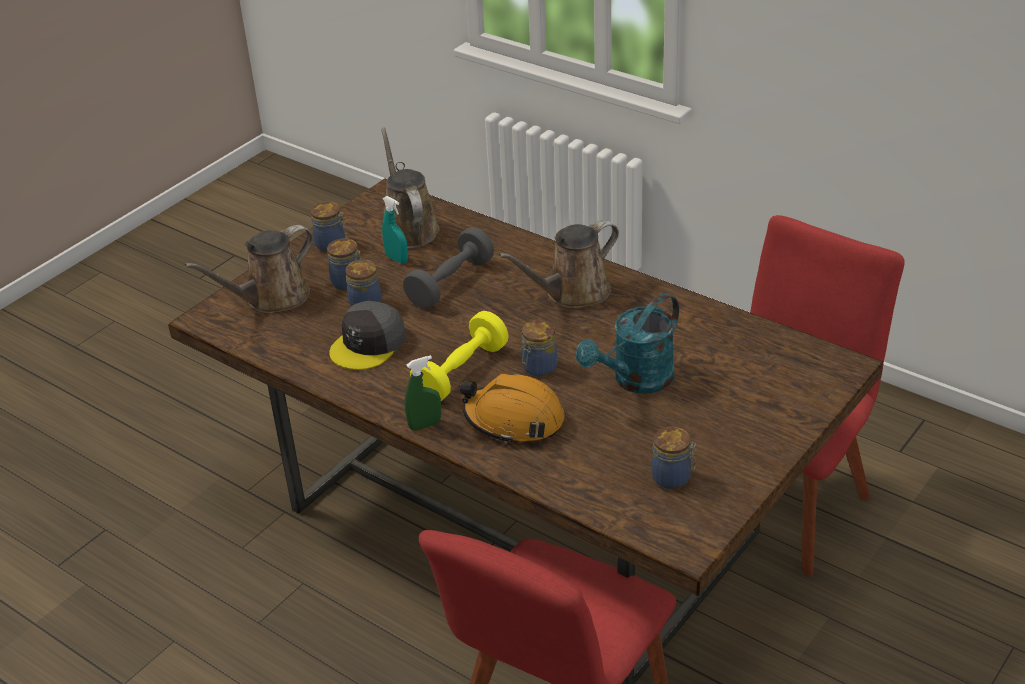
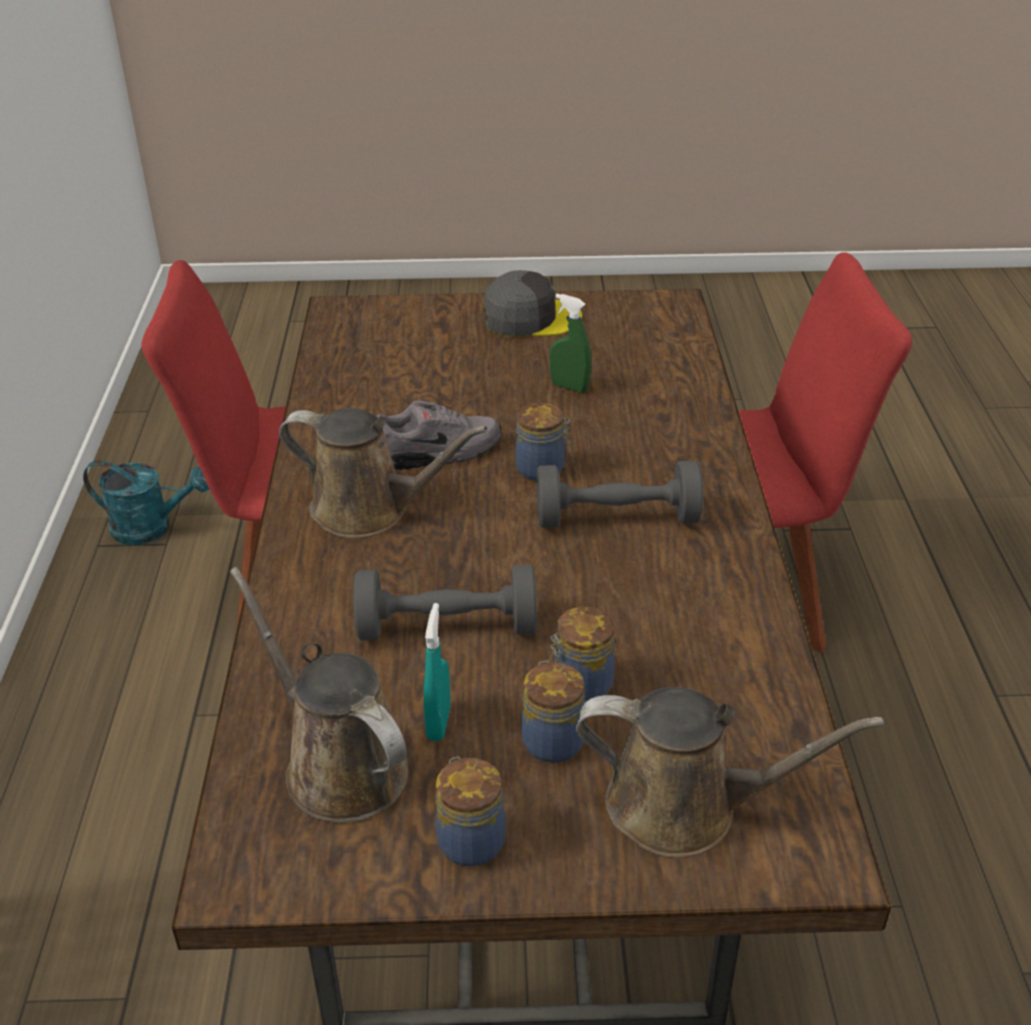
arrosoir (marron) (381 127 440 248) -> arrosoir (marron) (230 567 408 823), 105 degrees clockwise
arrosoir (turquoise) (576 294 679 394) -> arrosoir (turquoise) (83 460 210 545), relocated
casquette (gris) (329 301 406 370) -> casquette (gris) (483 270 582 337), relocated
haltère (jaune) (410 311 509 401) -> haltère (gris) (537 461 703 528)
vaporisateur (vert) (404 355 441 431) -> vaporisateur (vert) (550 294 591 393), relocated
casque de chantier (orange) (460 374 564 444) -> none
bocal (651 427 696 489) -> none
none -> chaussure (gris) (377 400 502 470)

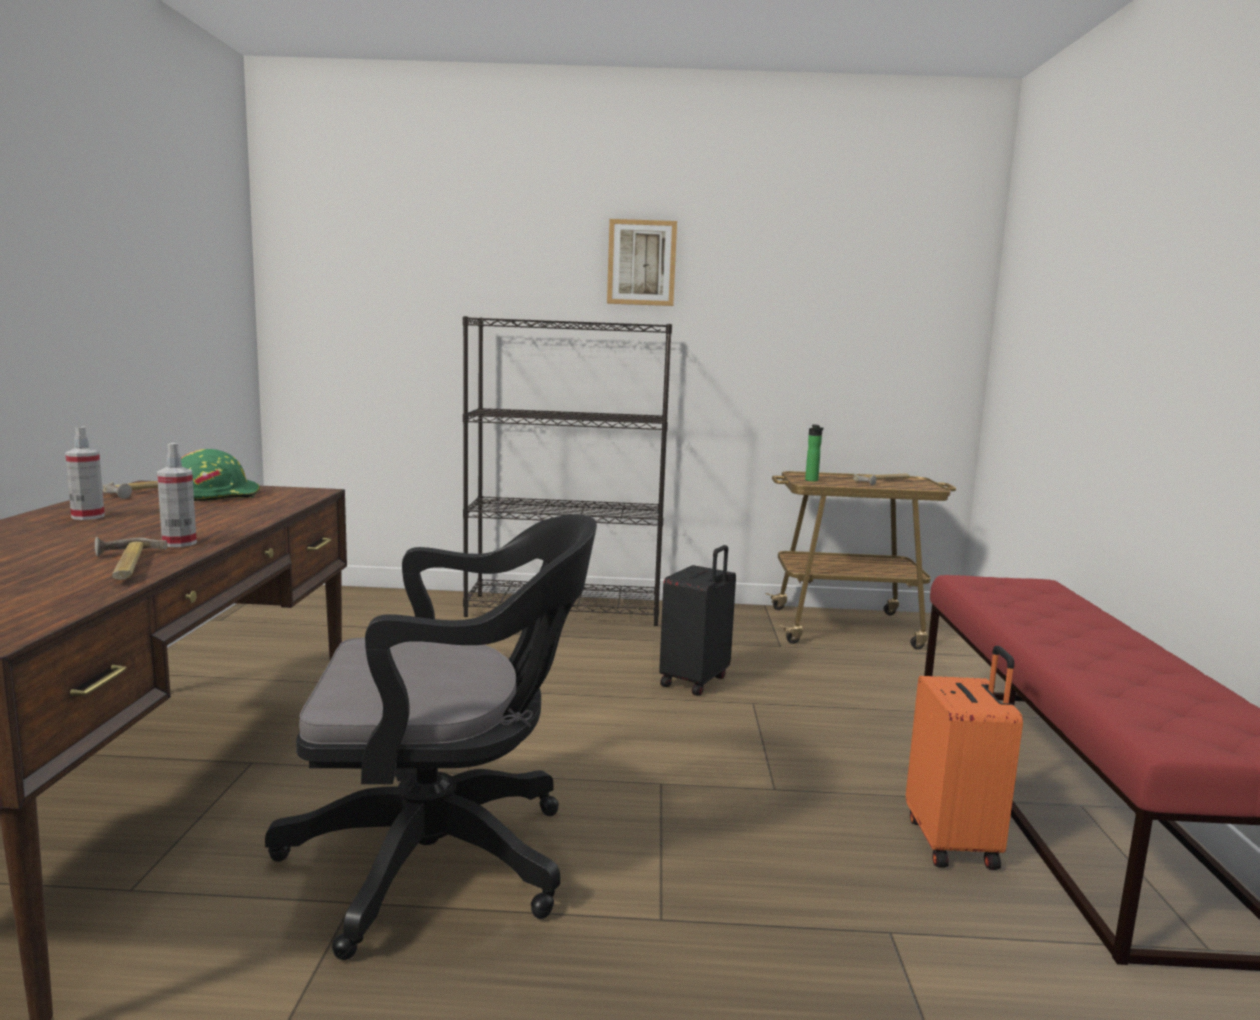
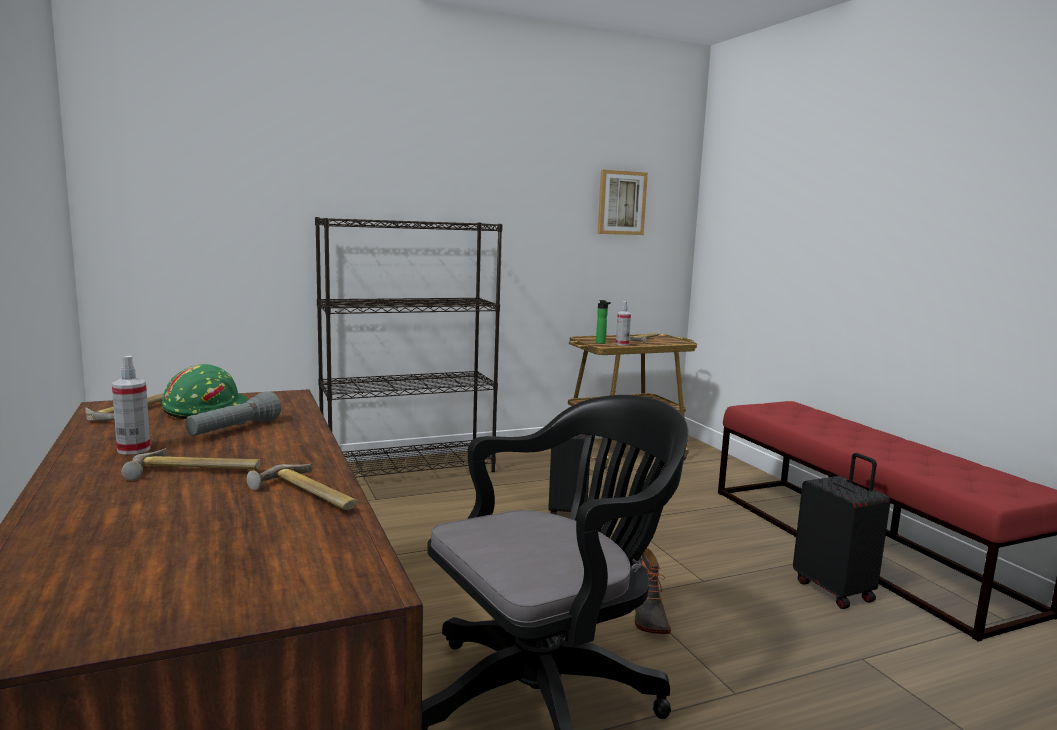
tableau (607 219 677 306) -> tableau (597 170 648 235), relocated
vaporisateur (157 443 197 547) -> vaporisateur (616 301 631 346), relocated
valise (orange) (906 646 1023 870) -> valise (noir) (793 453 890 609)
none -> lampe de poche (gris) (185 391 281 436)
none -> marteau (121 448 260 481)
none -> botte (634 548 671 634)

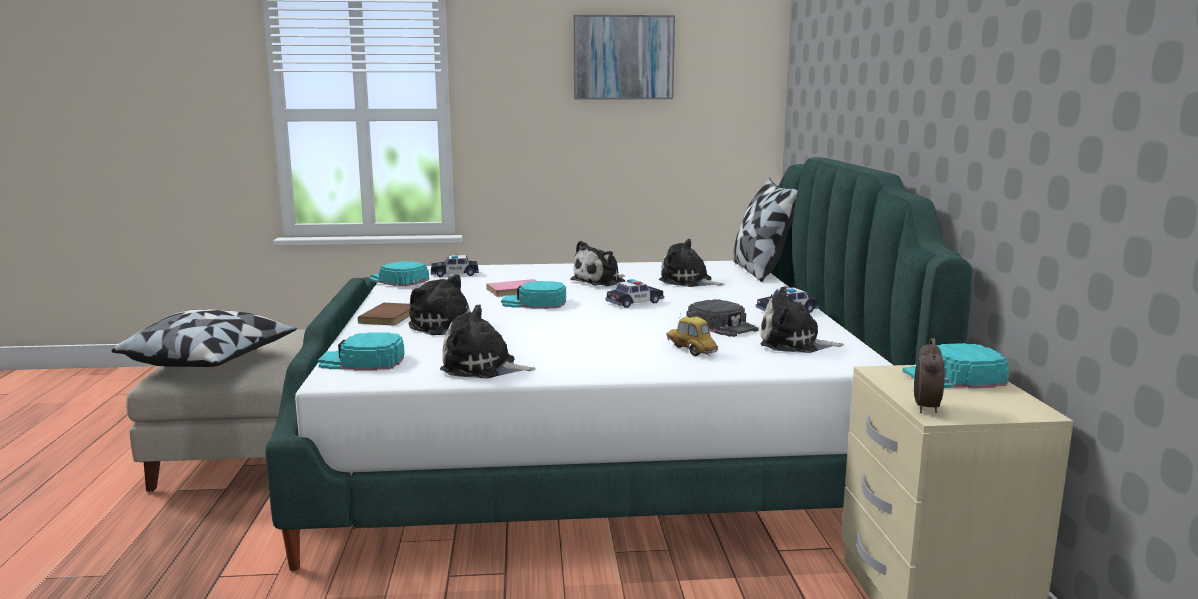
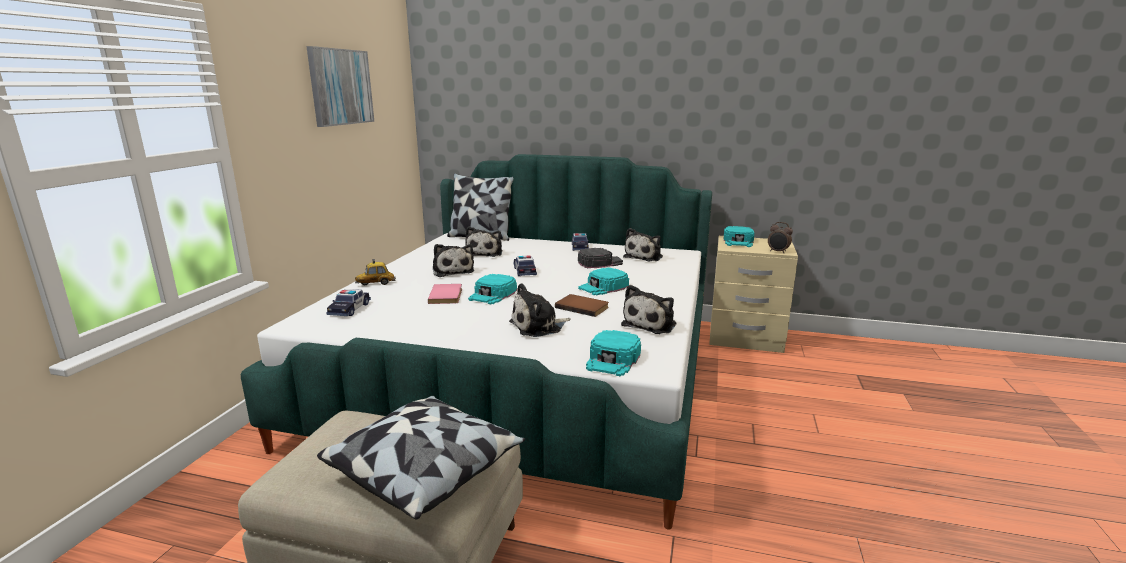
peluche (659 239 725 287) -> peluche (465 227 502 257), 45 degrees counterclockwise
casquette (turquoise) (369 261 429 287) -> casquette (turquoise) (578 268 629 296), relocated
livre (marron) (358 303 410 325) -> livre (marron) (555 294 609 317), relocated
petite voiture (666 311 718 356) -> petite voiture (355 259 396 285), relocated

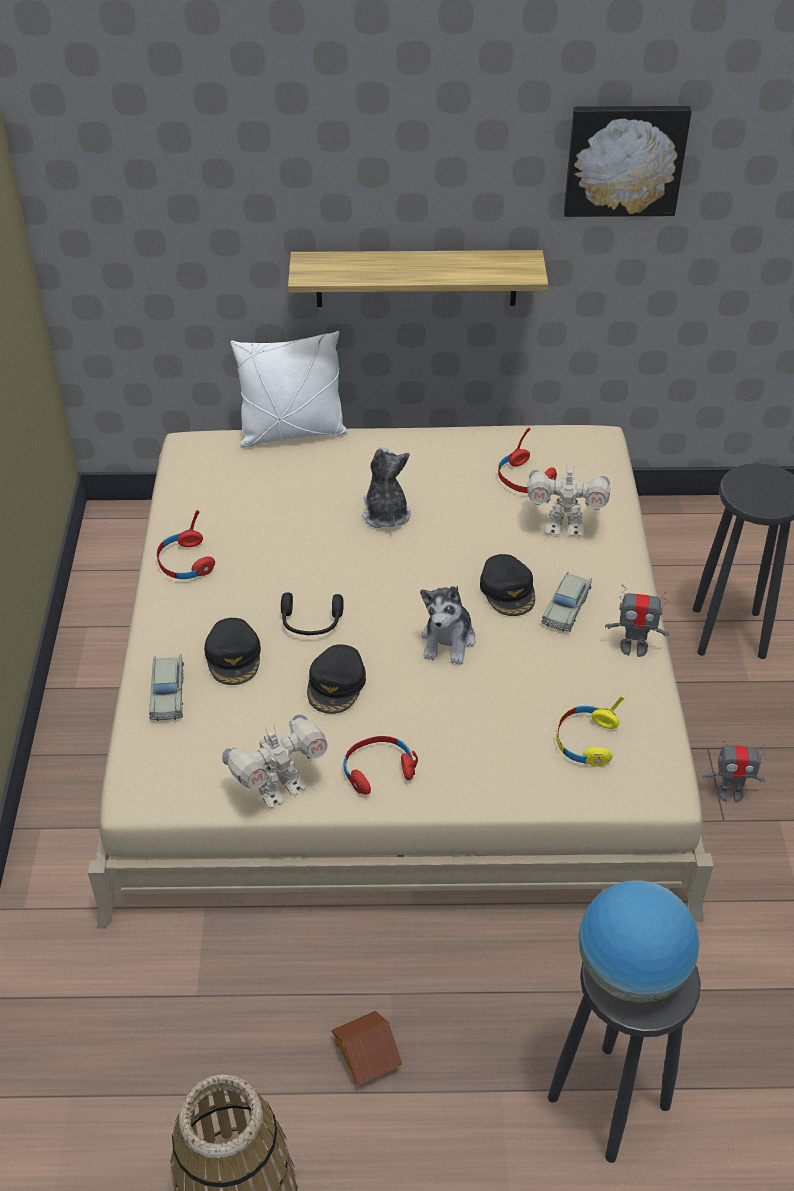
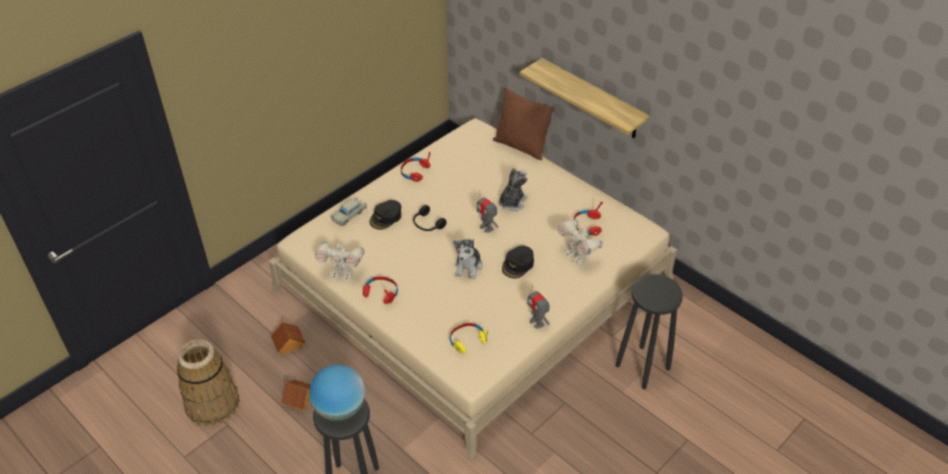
tableau (564 106 692 217) -> none
coussin (blanc) (231 331 348 448) -> coussin (marron) (493 87 555 160)
petite voiture (beige) (542 571 592 632) -> none
peluche (420 586 476 665) -> peluche (453 238 483 279), 45 degrees counterclockwise
casquette (noir) (307 645 366 714) -> none
robot jouet (703 740 767 803) -> robot jouet (477 190 498 233), relocated
none -> maison miniature (271 322 305 355)

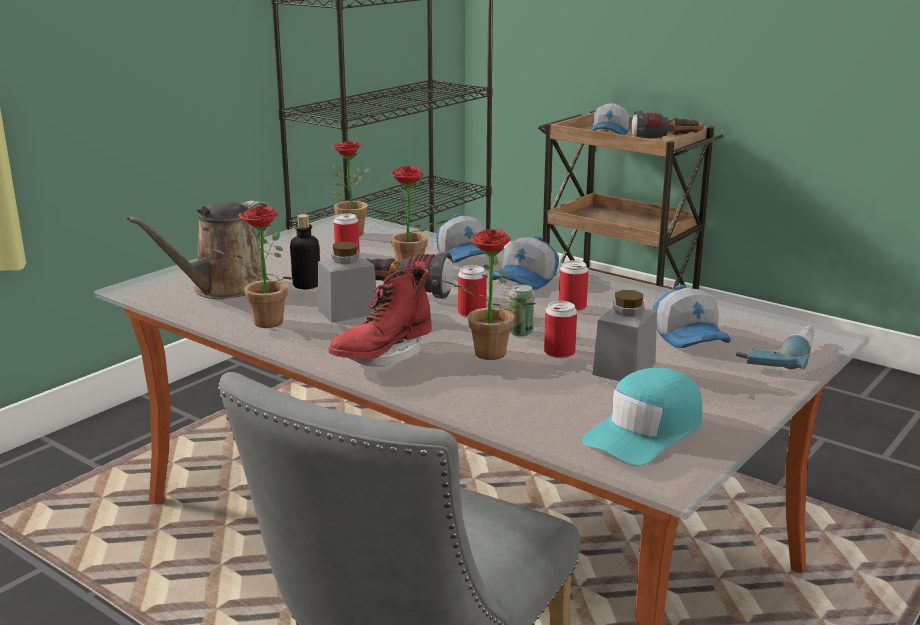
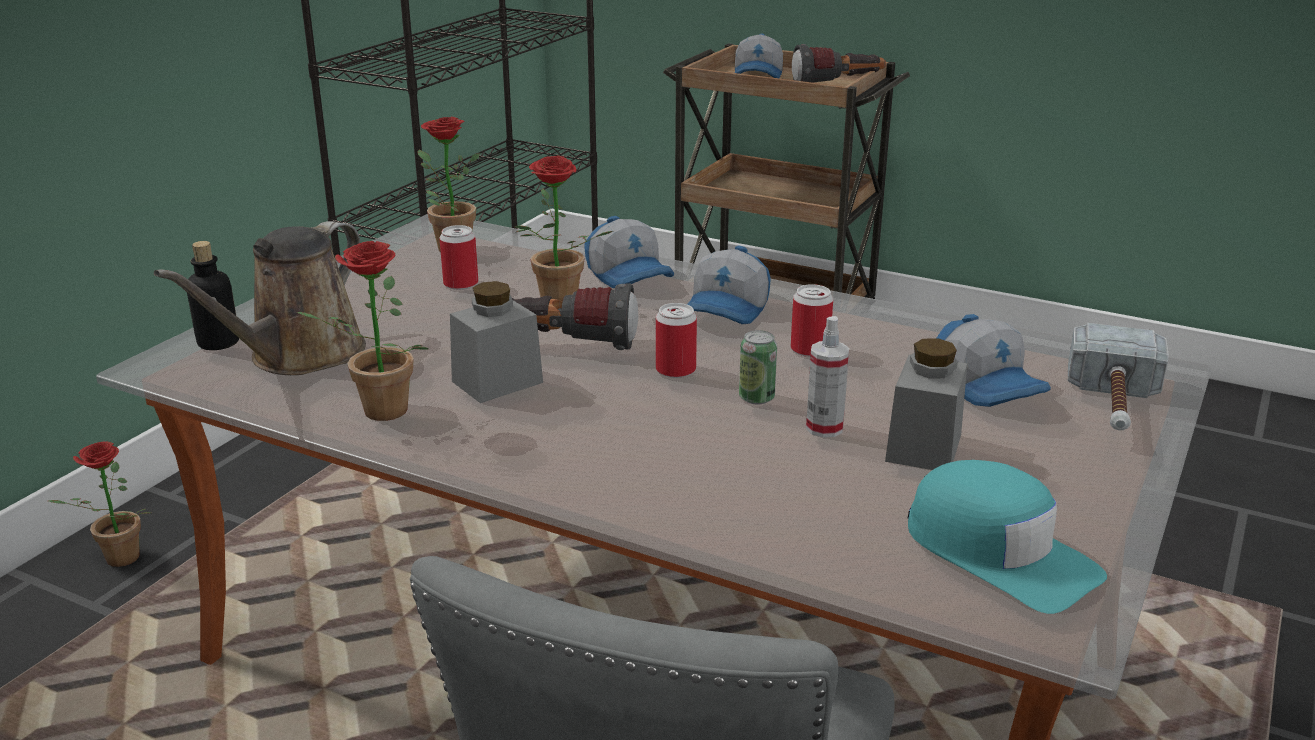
bouteille (290 214 320 289) -> bouteille (187 241 239 350), relocated
plante en pot (441 229 536 360) -> plante en pot (49 441 151 567), relocated
botte (rouge) (328 261 432 367) -> none
boîte métallique (544 301 577 358) -> vaporisateur (806 316 849 438)
perceuse (736 325 814 369) -> marteau (1068 323 1169 430)
casquette (turquoise) (581 368 702 466) -> casquette (turquoise) (908 460 1107 614), 75 degrees counterclockwise

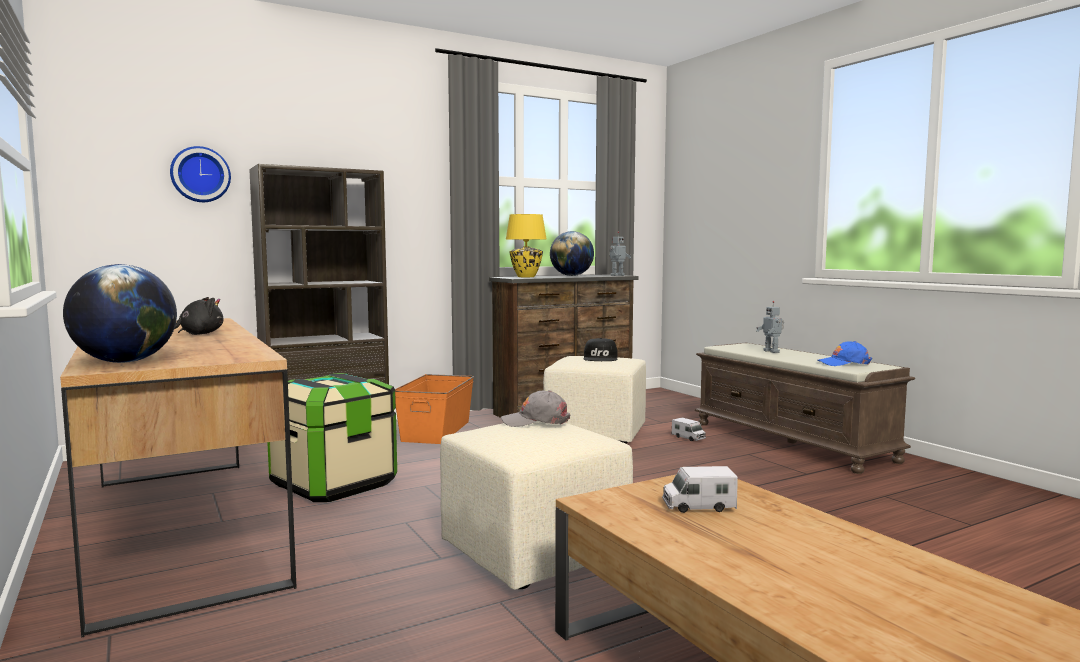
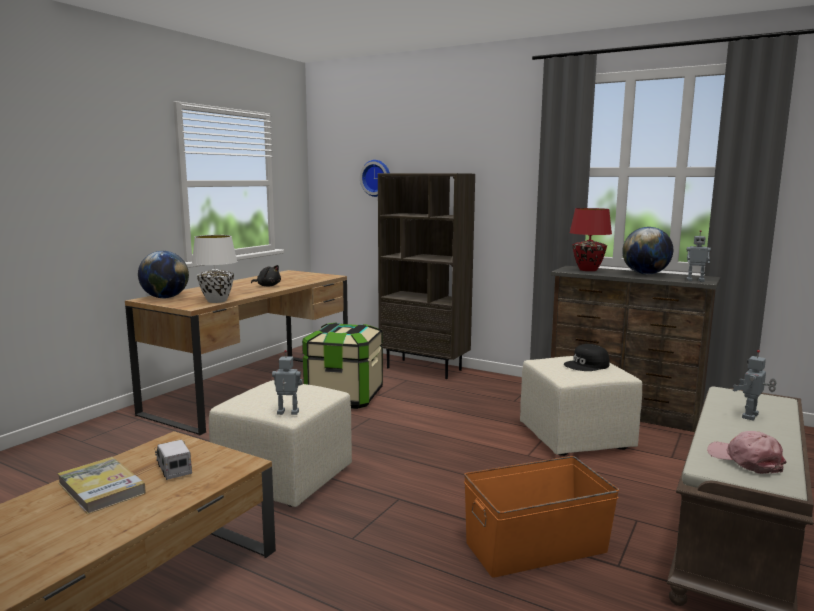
lampe de table (jaune) (506 214 547 277) -> lampe de table (rouge) (569 208 612 271)
casquette (bleu) (817 341 872 366) -> casquette (rose) (707 431 787 474)
boîte de rangement (orange) (395 374 474 444) -> boîte de rangement (orange) (464 456 619 577), relocated
casquette (gris) (501 390 570 427) -> none
camion jouet (672 418 706 441) -> none
none -> lampe de table (blanc) (192 235 238 303)
none -> robot jouet (272 350 303 415)
none -> livre (57 457 146 514)

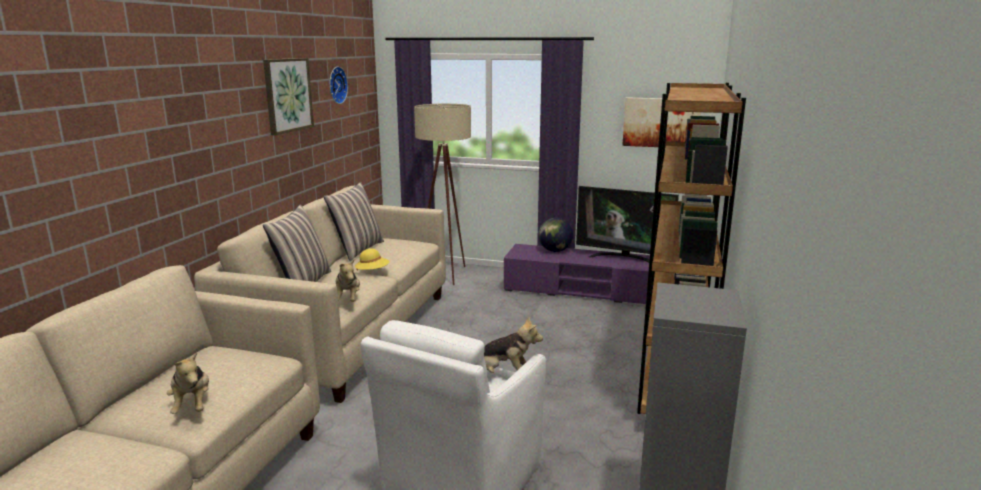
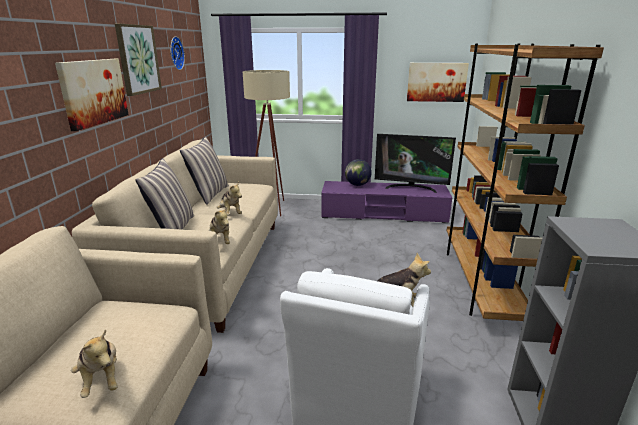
chapeau (jaune) (355 249 390 270) -> peluche (217 182 242 215)
none -> tableau (55 59 128 131)

